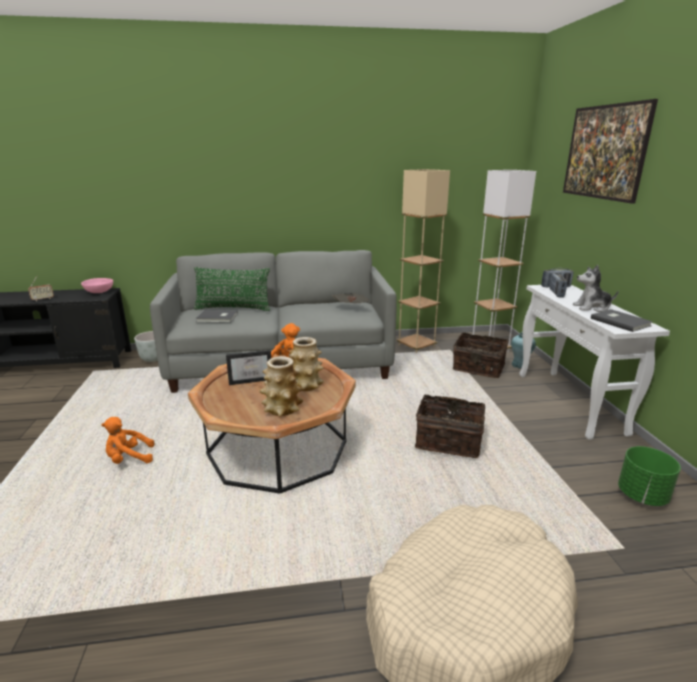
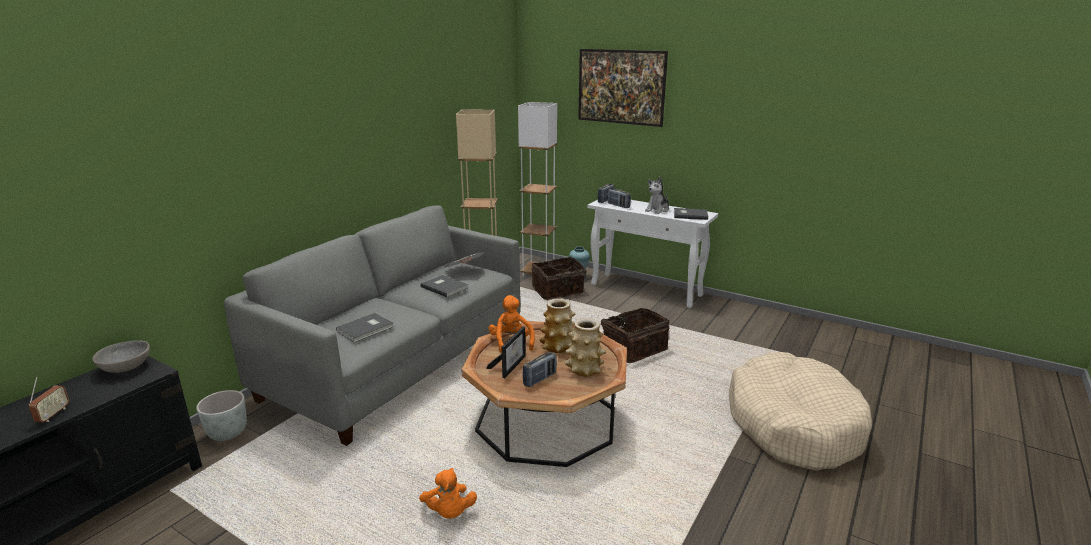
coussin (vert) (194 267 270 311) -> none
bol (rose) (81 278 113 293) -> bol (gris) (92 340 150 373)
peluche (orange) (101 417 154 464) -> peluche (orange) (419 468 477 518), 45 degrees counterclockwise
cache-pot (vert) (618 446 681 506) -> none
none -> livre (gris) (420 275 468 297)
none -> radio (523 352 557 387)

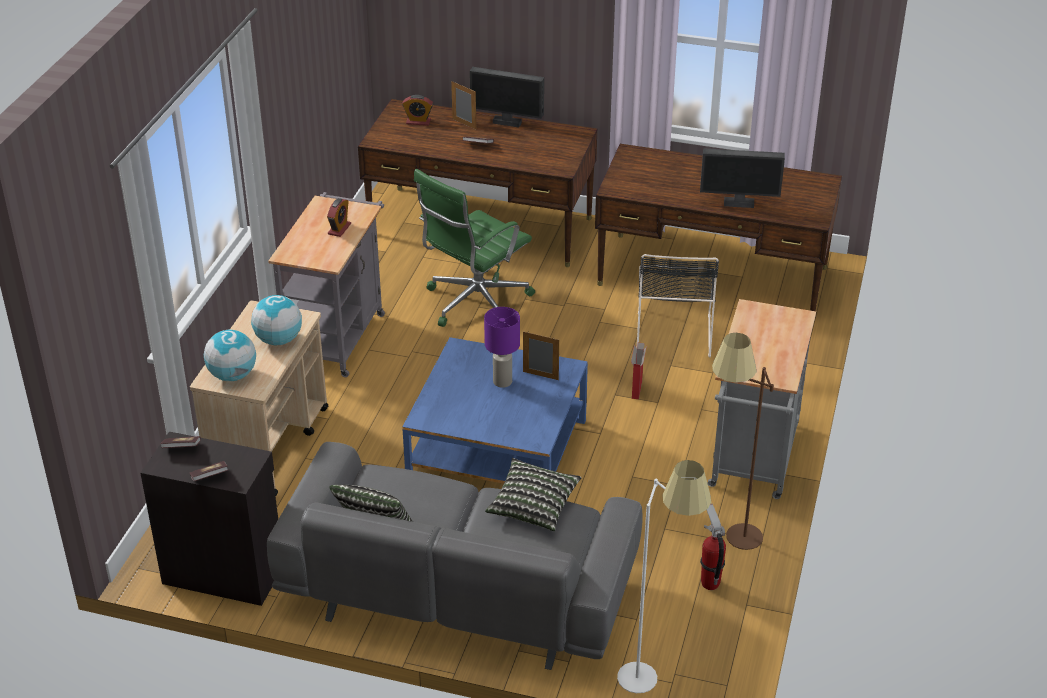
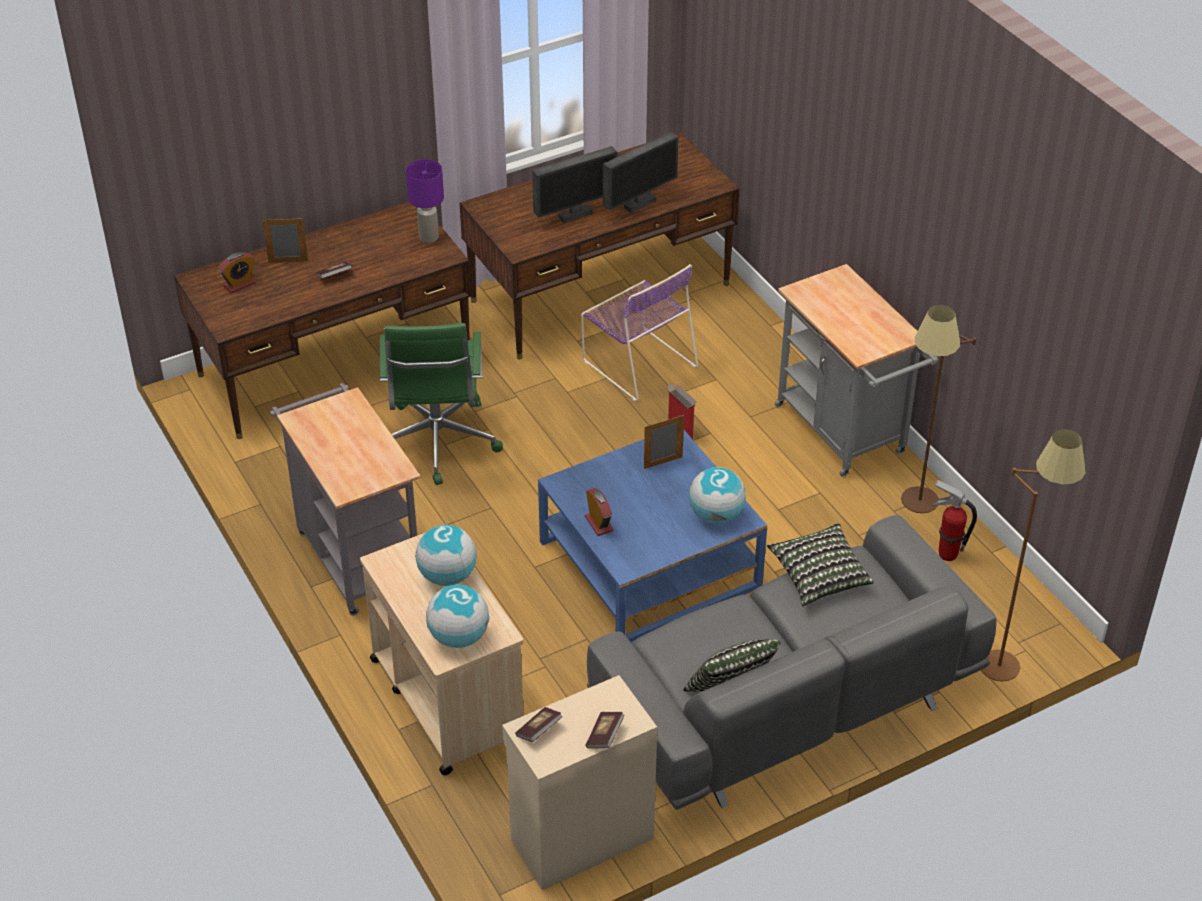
écran d'ordinateur (470 67 544 128) -> écran d'ordinateur (532 146 617 223), relocated
réveil (327 198 351 237) -> réveil (585 488 613 536), relocated
chaise (noir) (637 254 719 357) -> chaise (violet) (581 264 698 401)
lampe de table (violet) (484 307 520 388) -> lampe de table (violet) (406 159 444 243), relocated
meuble de rangement (noir) (140 432 278 606) -> meuble de rangement (beige) (502 675 657 891)
lampadaire (blanc) (617 460 711 693) -> lampadaire (marron) (981 429 1086 681)
none -> globe (689 467 746 524)

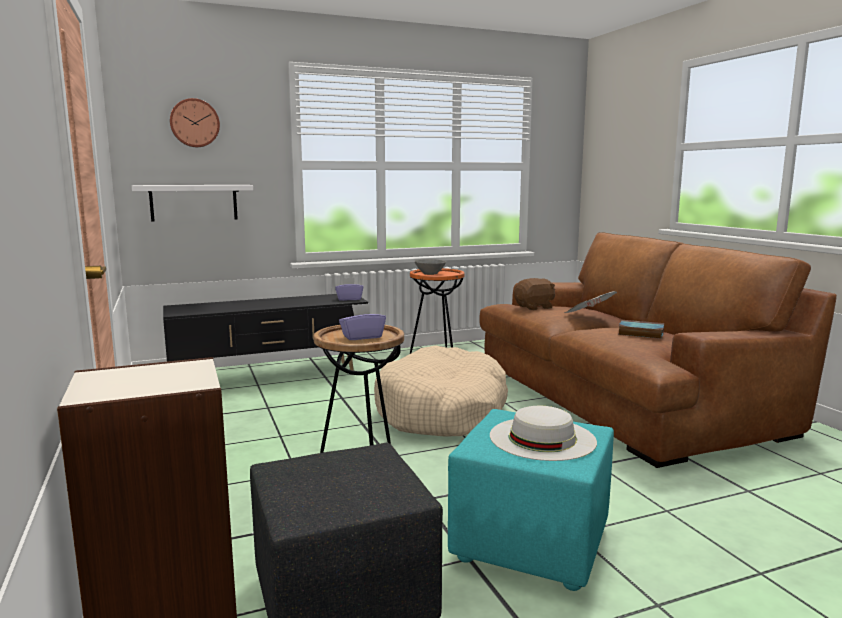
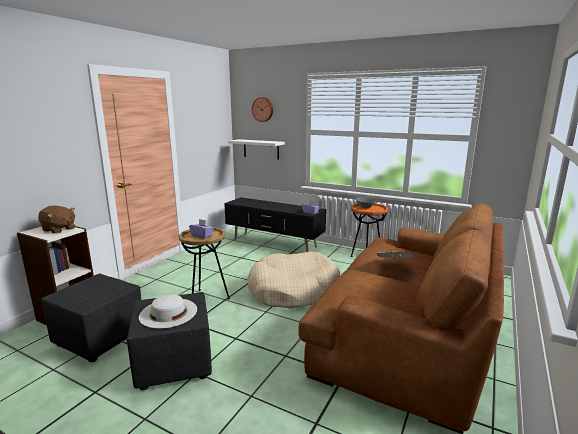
peluche (marron) (514 278 555 310) -> peluche (marron) (38 206 76 234), relocated
livre (618 320 664 339) -> none
pouf (turquoise) (448 409 614 591) -> pouf (noir) (127 292 212 390)

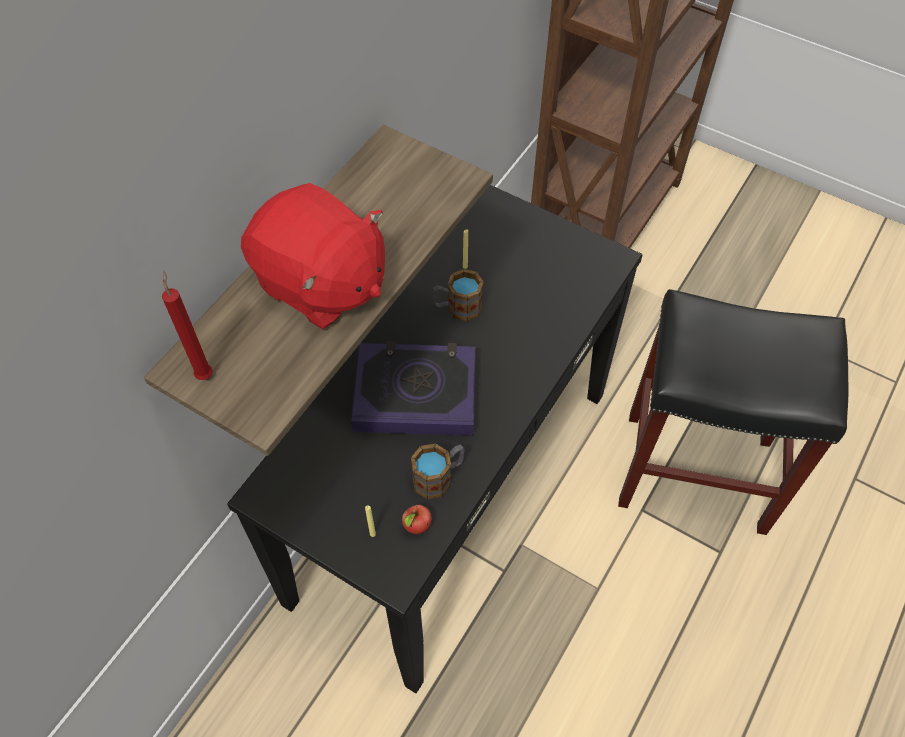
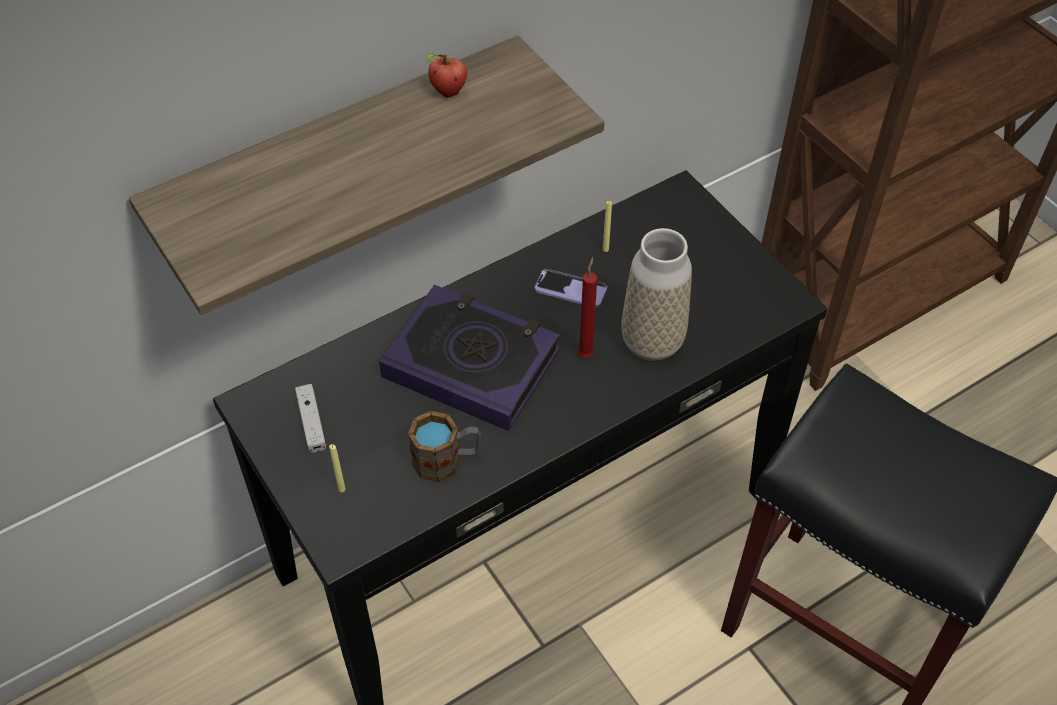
peluche (rouge) (241 183 385 329) -> none
mug (431 269 484 322) -> téléphone (534 269 607 308)
bougie (rouge) (162 271 213 380) -> bougie (rouge) (578 257 597 358), relocated
pomme (402 504 432 534) -> pomme (426 54 467 98), relocated
none -> vase (622 228 692 361)
none -> manette (blanc) (295 384 326 453)

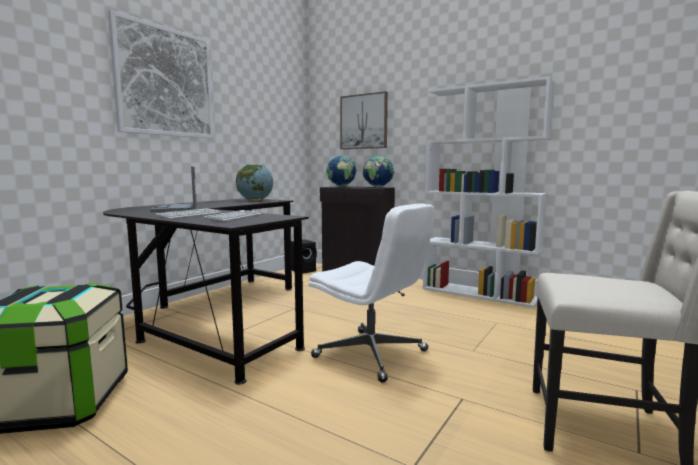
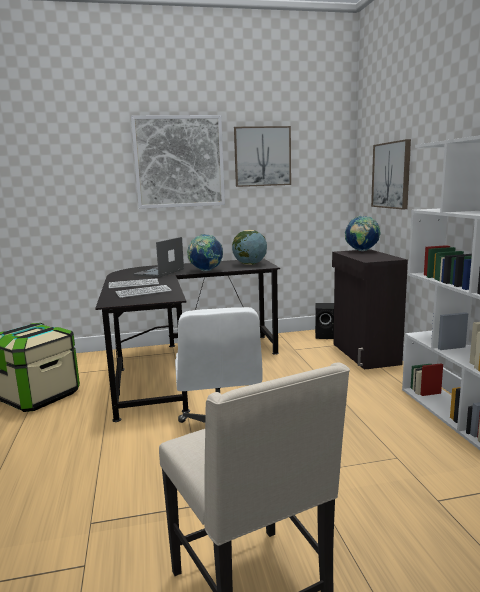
globe (363 155 395 187) -> globe (187 234 223 271), relocated
none -> tableau (234 126 291 187)

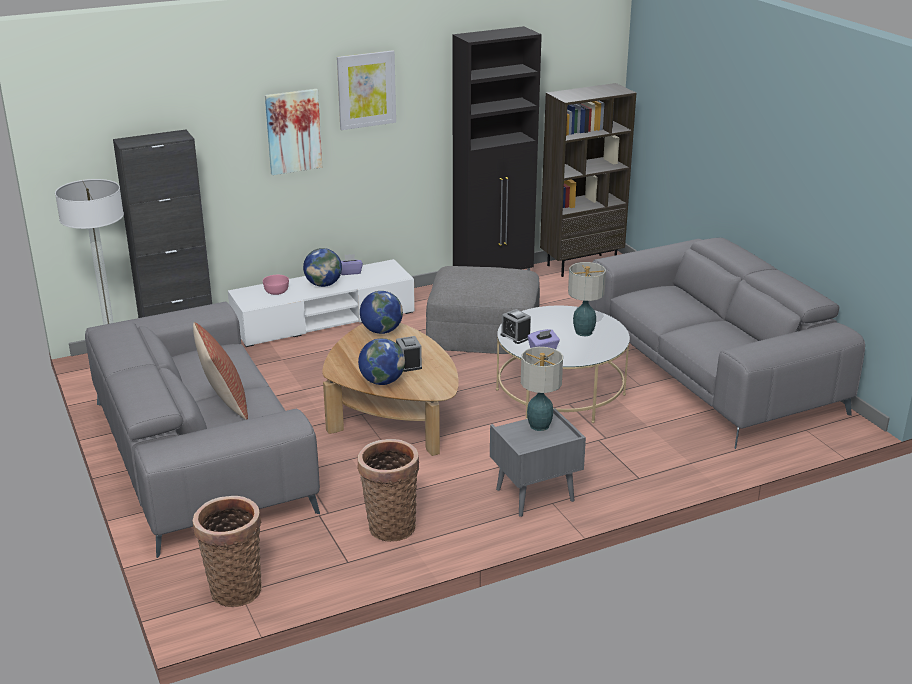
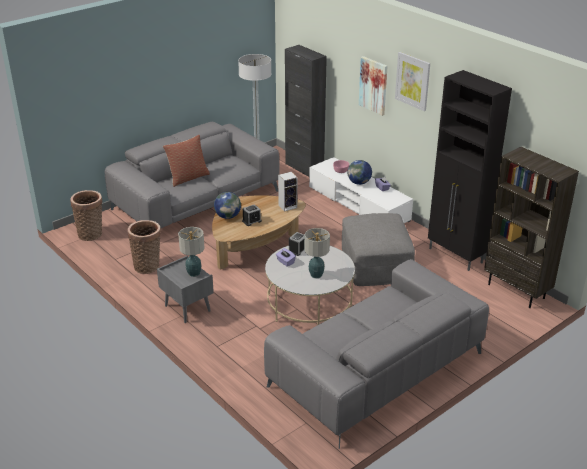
globe (360 291 403 334) -> enceinte (278 172 297 212)

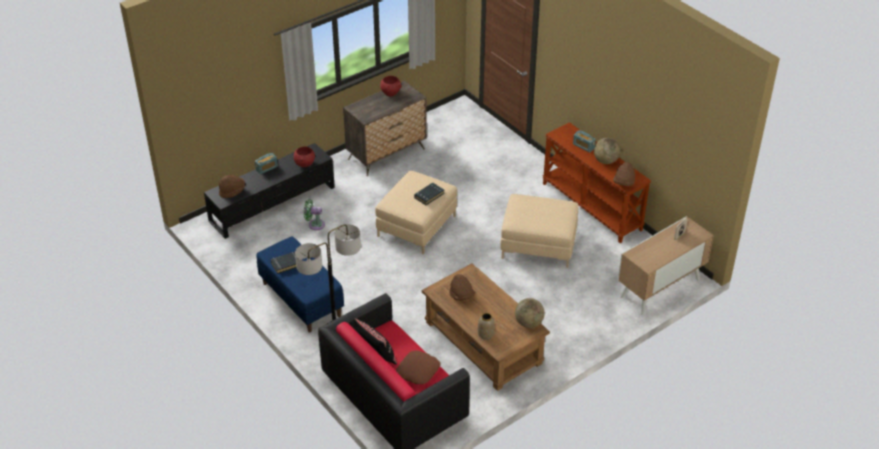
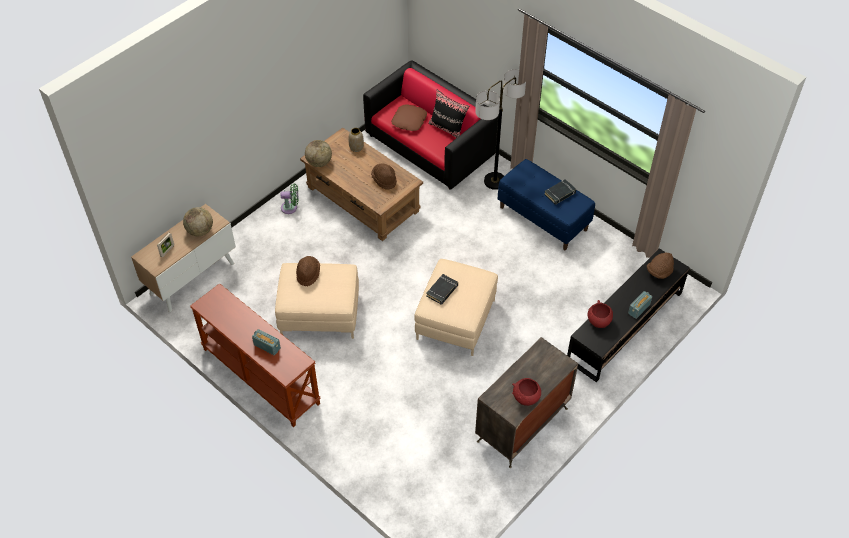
globe (594 138 620 164) -> globe (183 207 213 236), relocated
chapeau (marron) (613 162 635 186) -> chapeau (marron) (296 256 320 286), relocated
ventilateur (vert) (304 199 325 230) -> ventilateur (vert) (281 184 298 214), relocated

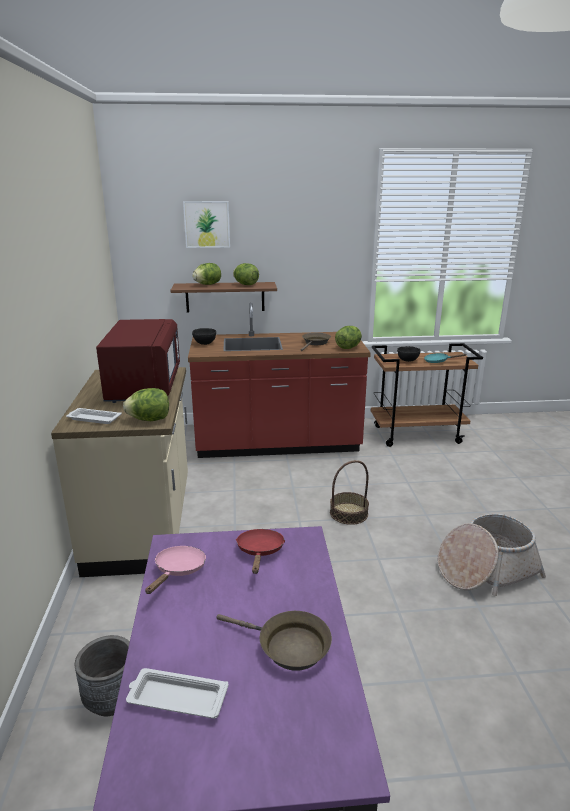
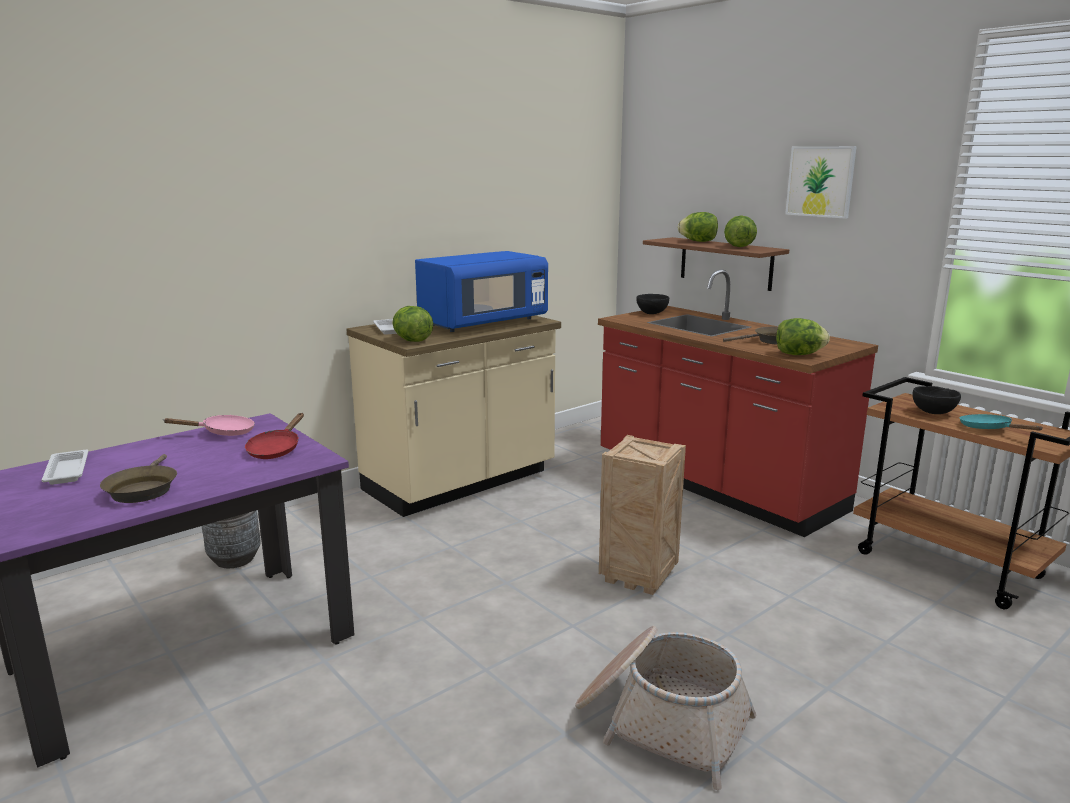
tableau (183 201 230 248) -> tableau (785 146 857 219), relocated
micro-ondes (rouge) (96 319 180 403) -> micro-ondes (bleu) (415 251 548 332)
panier (330 460 369 525) -> caisse (599 435 686 595)
poêle (rouge) (236 529 285 574) -> poêle (rouge) (245 413 304 459), 135 degrees clockwise

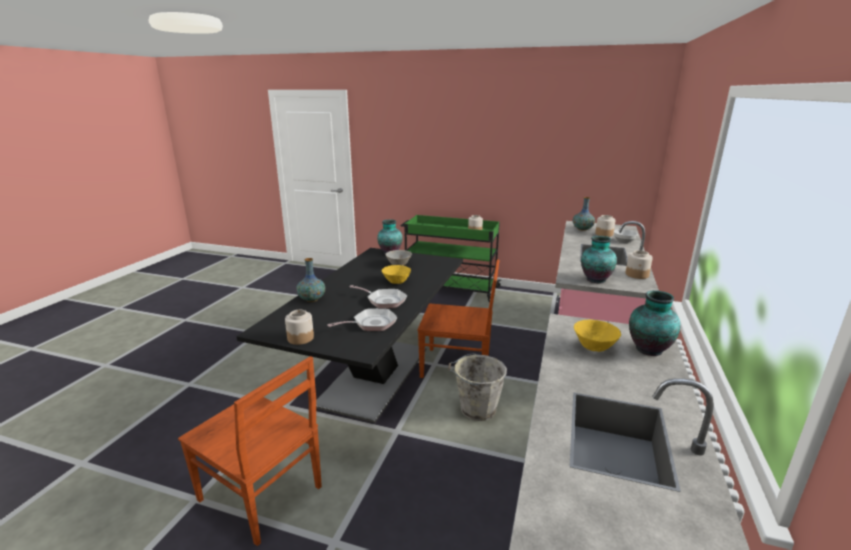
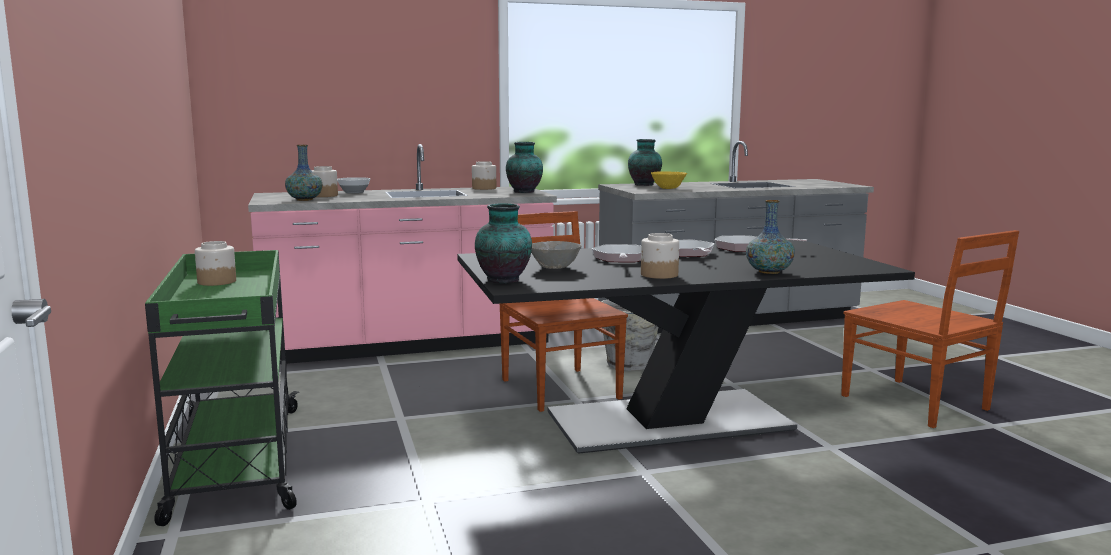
bol (jaune) (382 265 411 284) -> poêle (591 244 641 262)
bocal (285 310 314 345) -> bocal (641 233 679 279), relocated
chaise (marron) (178 356 322 546) -> chaise (marron) (841 230 1019 428), 150 degrees clockwise

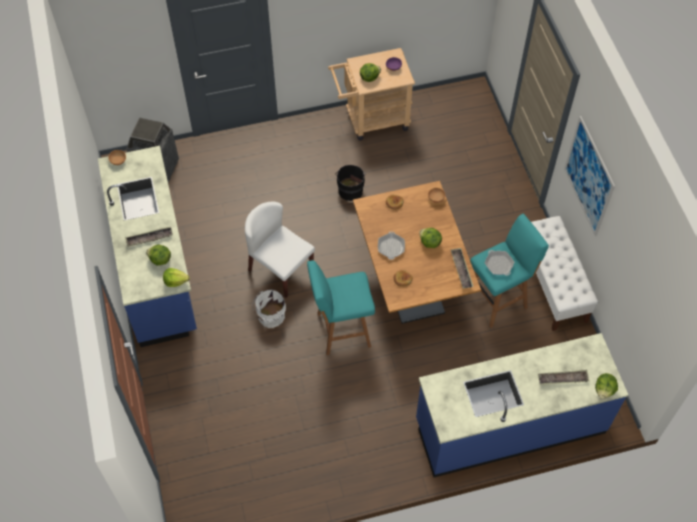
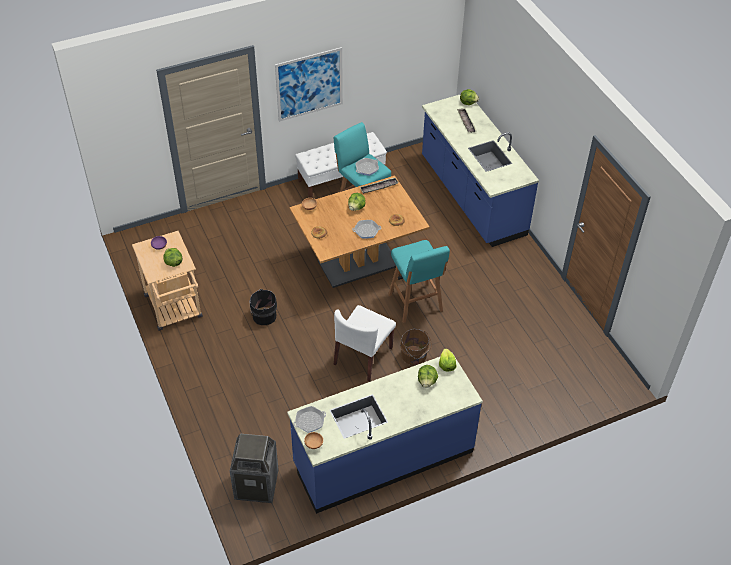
plateau (125 226 173 246) -> none
seau (blanc) (252 290 286 328) -> seau (marron) (400 329 432 366)
none -> poêle (293 406 326 433)

